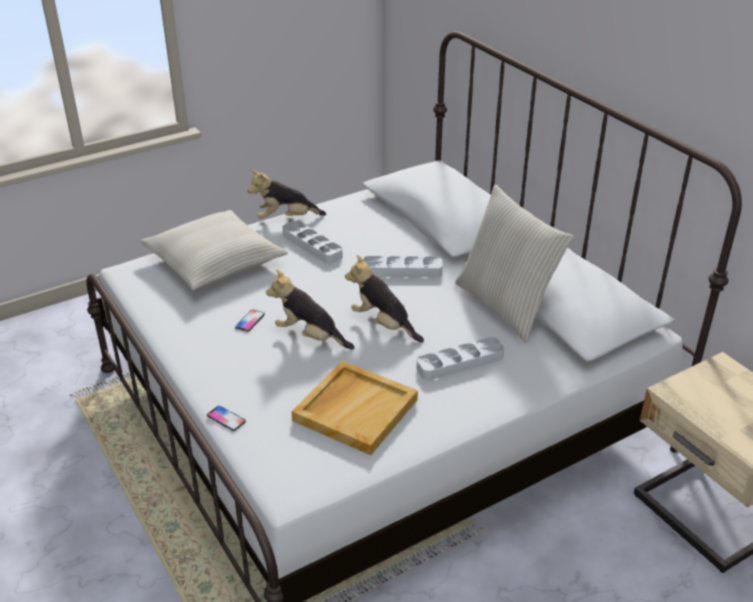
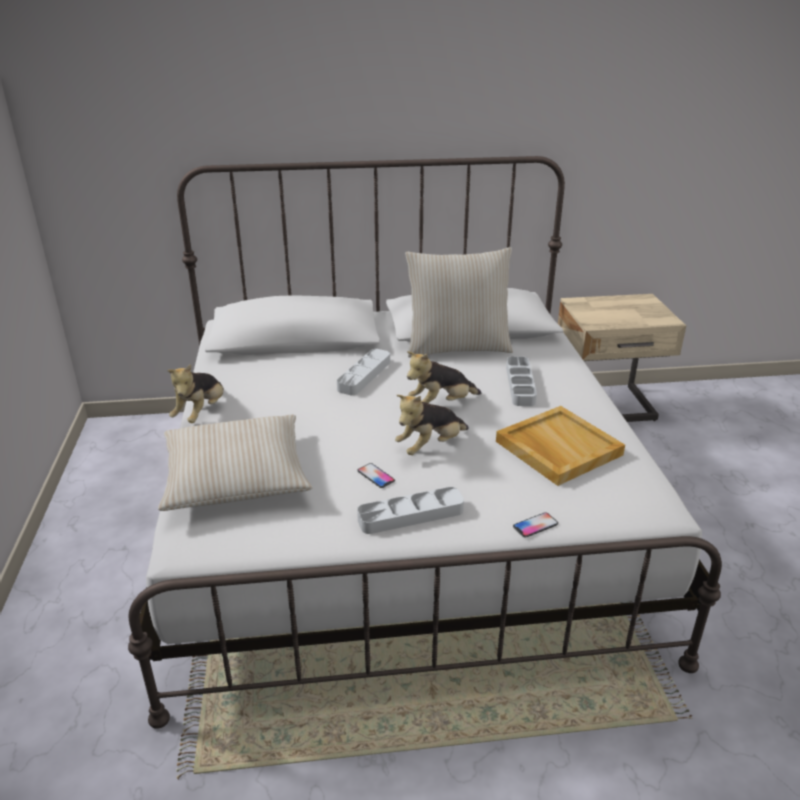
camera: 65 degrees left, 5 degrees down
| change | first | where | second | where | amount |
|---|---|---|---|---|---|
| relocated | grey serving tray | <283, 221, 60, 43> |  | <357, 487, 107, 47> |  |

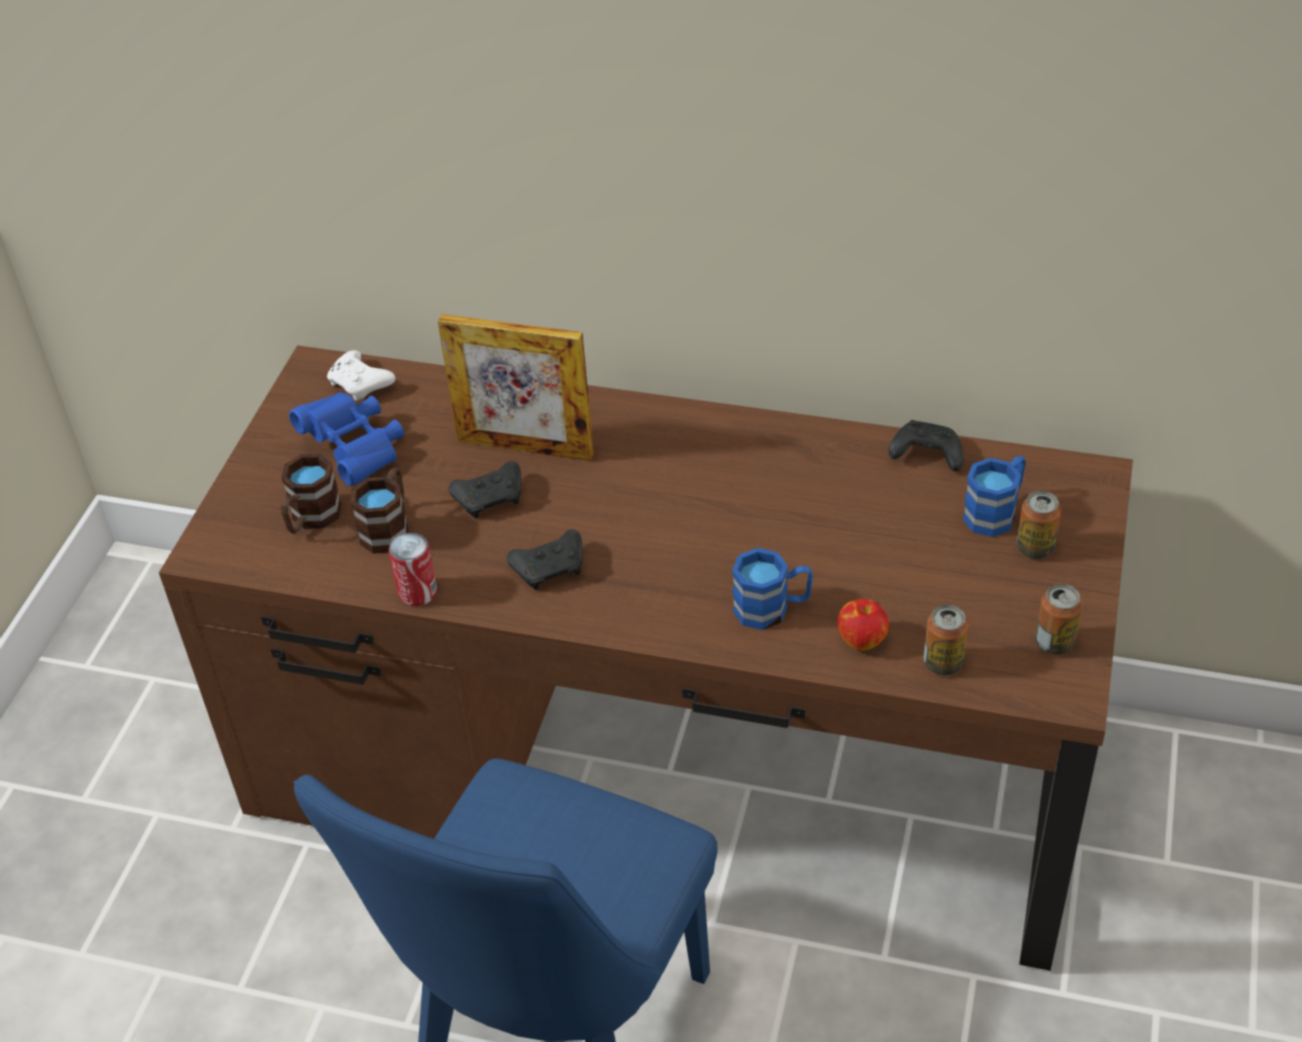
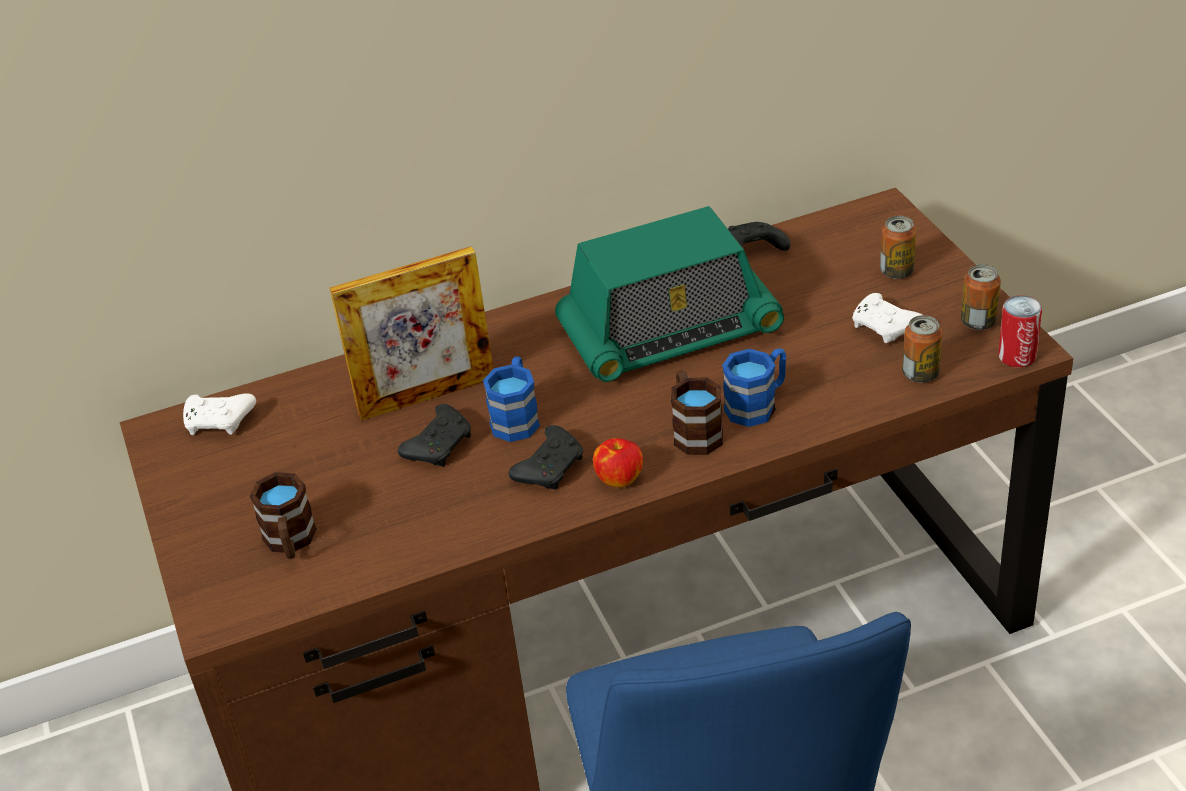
camera: 35 degrees left, 5 degrees down
| change | first | where | second | where | amount |
|---|---|---|---|---|---|
| missing | blue-coloured field glasses | <289, 392, 115, 94> |  |  |  |
| relocated | blue-coloured mug | <963, 456, 63, 81> |  | <483, 356, 57, 86> |  |
| relocated | brownish mug | <351, 467, 58, 87> |  | <671, 370, 52, 85> |  |
| relocated | metal can | <389, 533, 48, 73> |  | <998, 295, 44, 72> |  |
| relocated | whole apple | <837, 599, 52, 52> |  | <593, 438, 50, 49> |  |
| appeared |  |  | radio receiver | <555, 206, 229, 176> |  |
| appeared |  |  | whitish gamepad | <852, 293, 70, 50> |  |

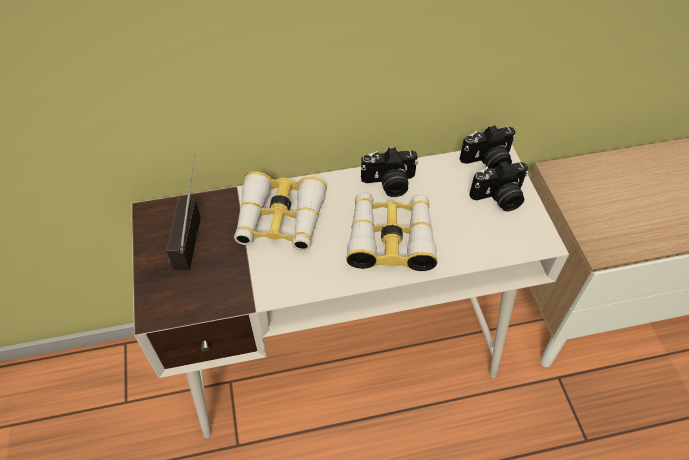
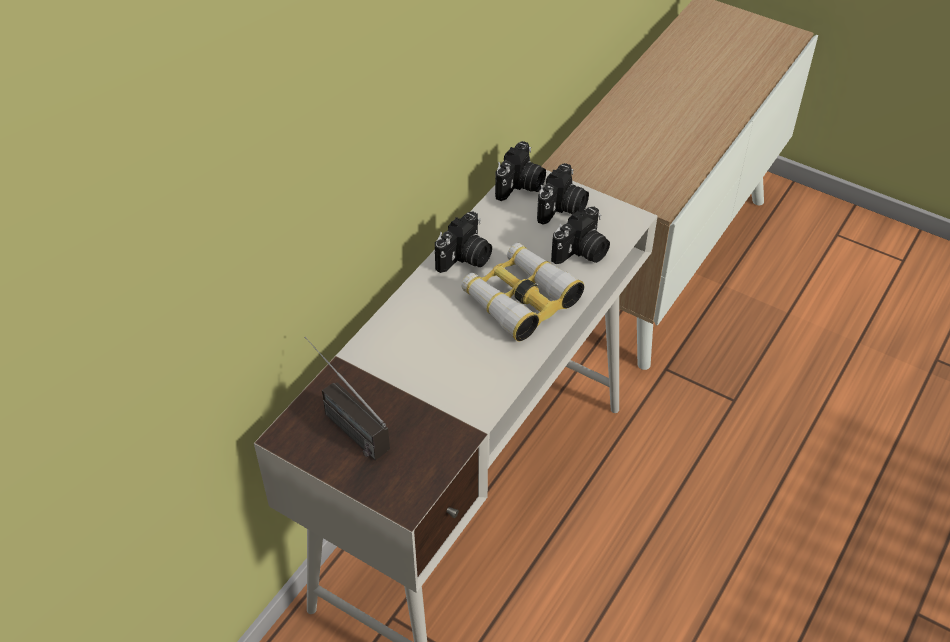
camera: 45 degrees left, 5 degrees down
| change | first | where | second | where | amount |
|---|---|---|---|---|---|
| missing | field glasses | <234, 172, 93, 79> |  |  |  |
| appeared |  |  | still camera | <551, 207, 59, 57> |  |

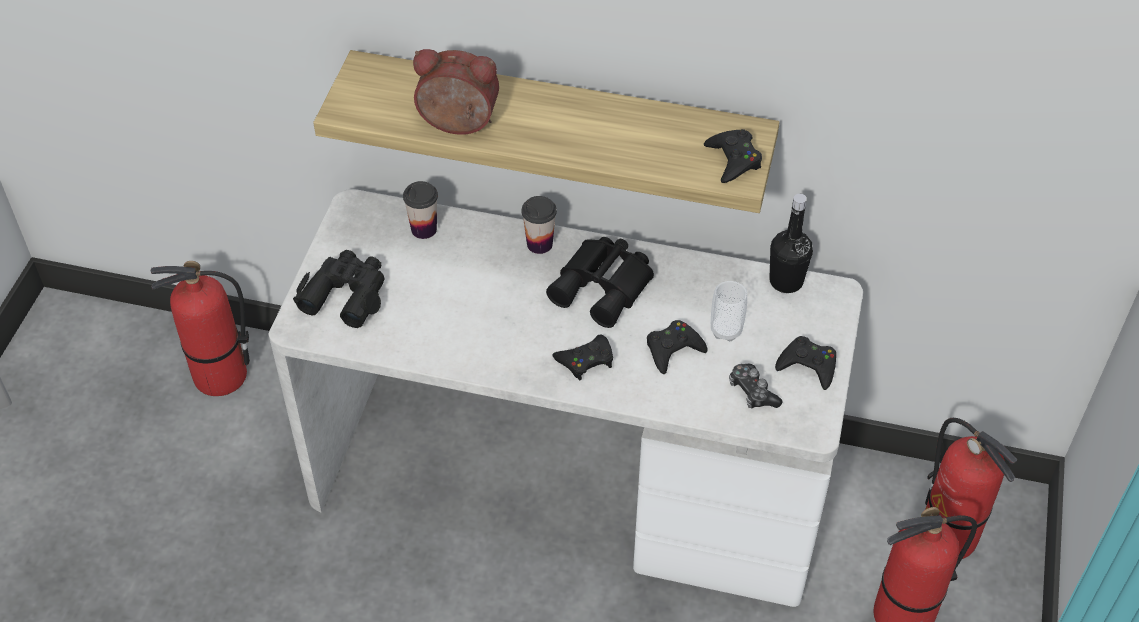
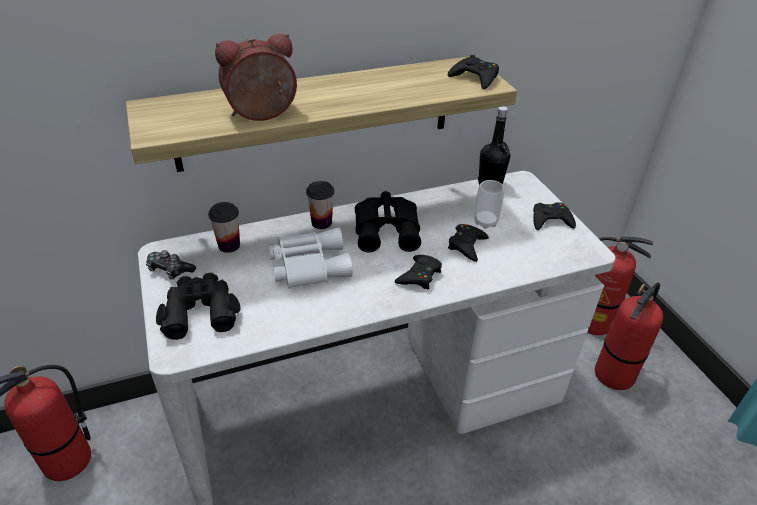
camera: 35 degrees left, 10 degrees down
| change | first | where | second | where | amount |
|---|---|---|---|---|---|
| relocated | gamepad | <729, 364, 54, 44> |  | <146, 250, 50, 30> |  |
| appeared |  |  | whitish field glasses | <269, 227, 84, 62> |  |

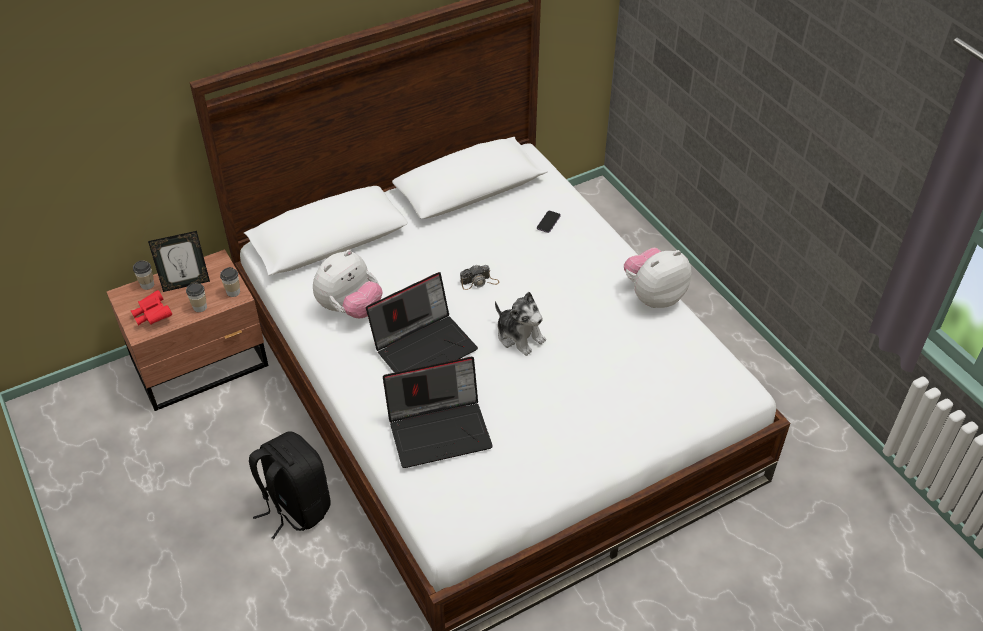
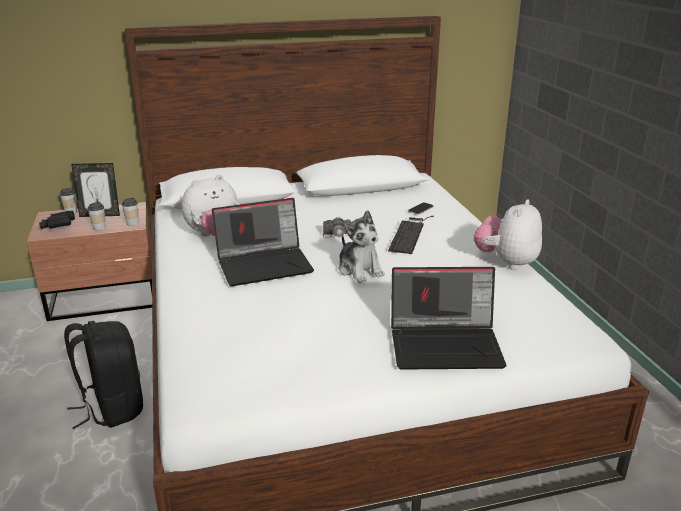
camera: 15 degrees right, 20 degrees down
| change | first | where | second | where | amount |
|---|---|---|---|---|---|
| spun | cuddly toy | <624, 248, 67, 60> |  | <474, 199, 68, 71> | 45 degrees counterclockwise |
| colour | red field glasses | <131, 290, 41, 36> | black-coloured field glasses | <39, 211, 36, 18> |  |
| relocated | notebook computer | <383, 357, 110, 111> |  | <391, 267, 116, 103> |  |
| appeared |  |  | keyboard | <388, 216, 46, 38> |  |

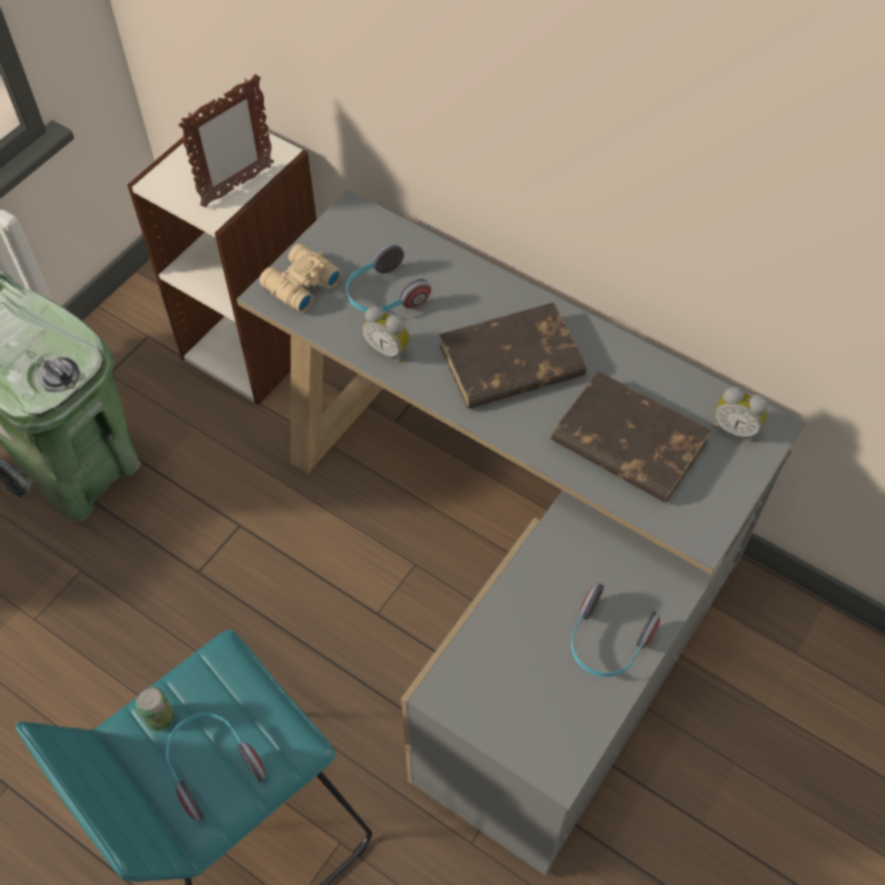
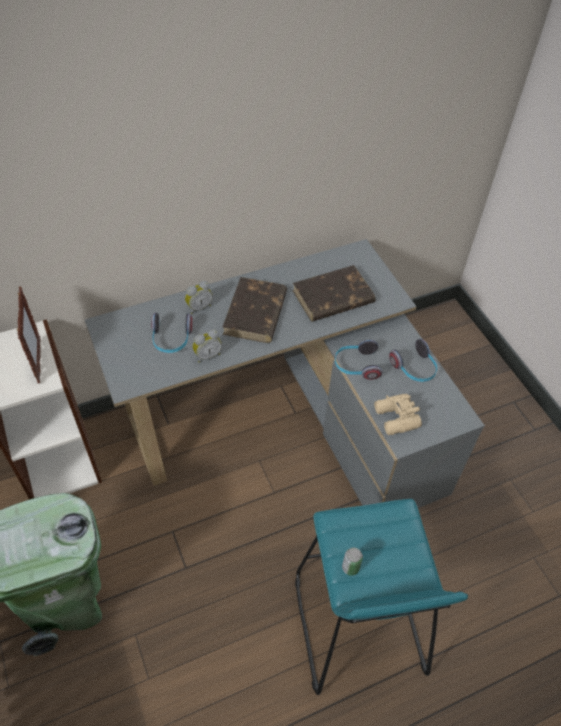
camera: 60 degrees left, 5 degrees down
| change | first | where | second | where | amount |
|---|---|---|---|---|---|
| relocated | sand-coloured field glasses | <259, 244, 83, 69> |  | <374, 394, 48, 41> |  |
| relocated | alarm clock | <713, 387, 55, 55> |  | <185, 281, 28, 33> |  |
| relocated | pair of headphones | <166, 713, 99, 109> |  | <335, 340, 47, 40> |  |

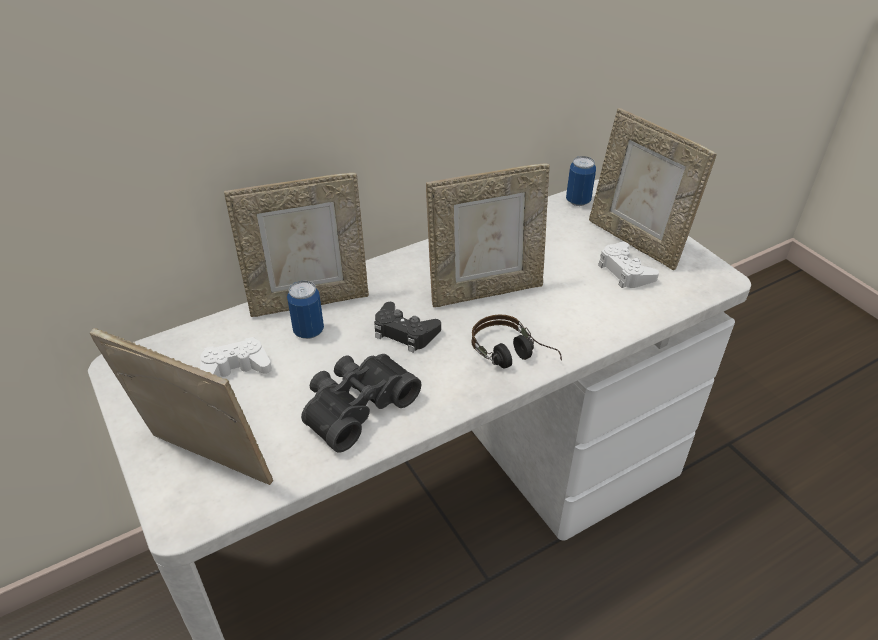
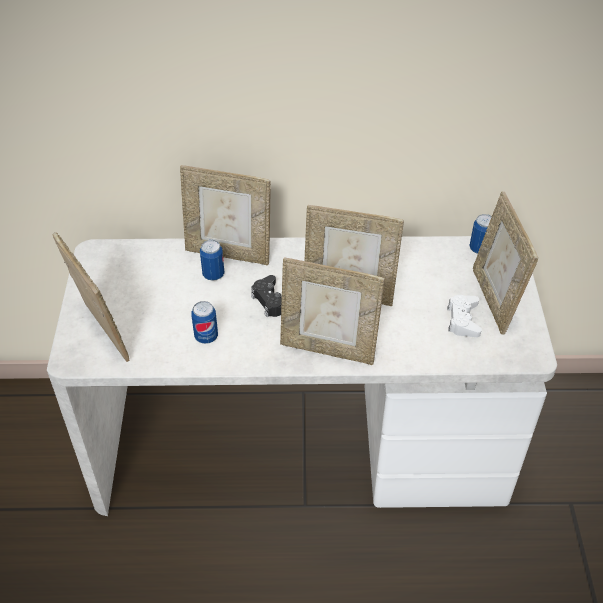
camera: 30 degrees right, 5 degrees up
| change | first | where | second | where | amount |
|---|---|---|---|---|---|
| exchanged | pair of headphones | <471, 314, 91, 54> | standing frame | <280, 257, 105, 108> |  |
| missing | whitish gamepad | <200, 337, 72, 40> |  |  |  |
| exchanged | black-coloured field glasses | <301, 354, 120, 99> | metal can | <191, 301, 27, 43> |  |

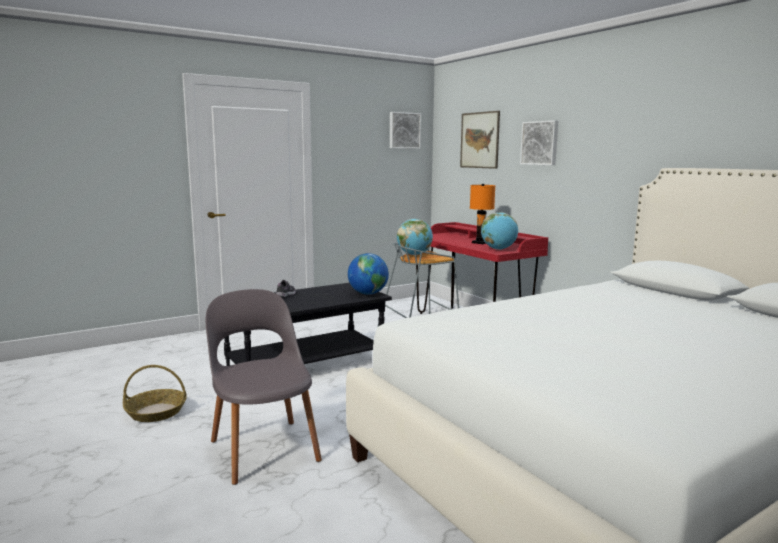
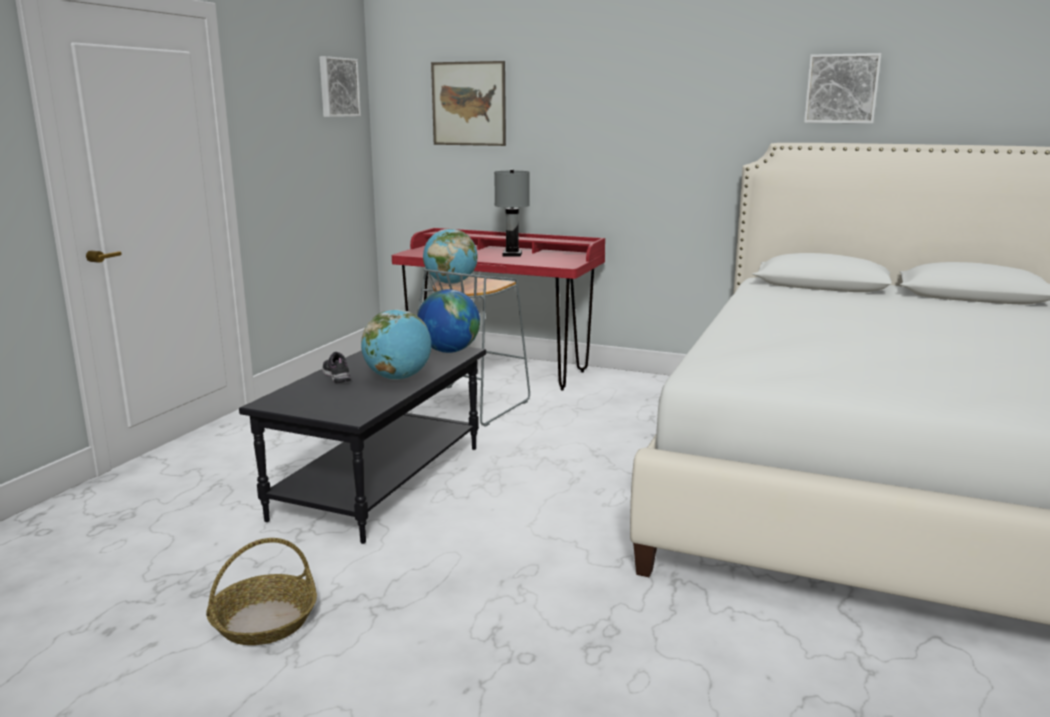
camera: 35 degrees left, 5 degrees up
| change | first | where | second | where | amount |
|---|---|---|---|---|---|
| relocated | wall art | <520, 120, 38, 45> |  | <804, 53, 77, 70> |  |
| colour | orangey table lamp | <470, 184, 25, 60> | grey table lamp | <494, 170, 36, 87> |  |
| relocated | desk globe | <481, 212, 37, 38> |  | <361, 309, 70, 71> |  |
| missing | grey upright chair | <206, 289, 116, 196> |  |  |  |

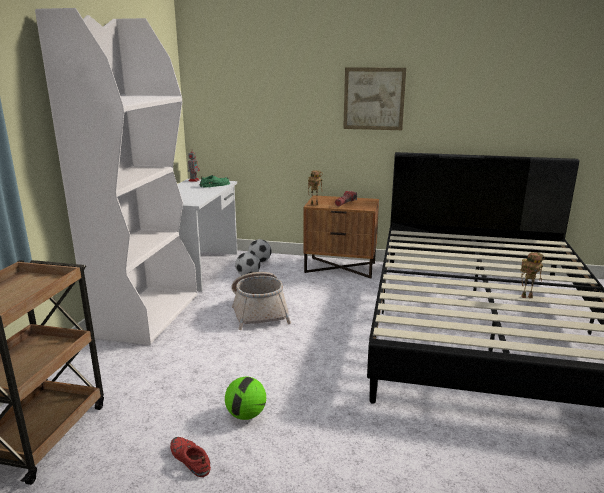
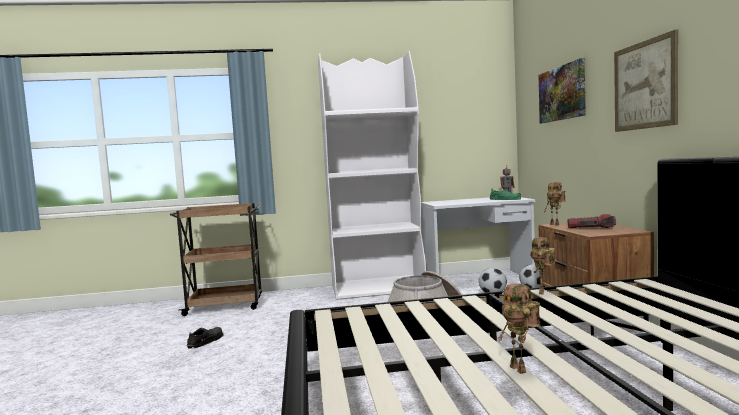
camera: 70 degrees right, 15 degrees down
| change | first | where | second | where | amount |
|---|---|---|---|---|---|
| missing | football ball | <225, 377, 41, 43> |  |  |  |
| colour | red item of footwear | <170, 437, 41, 40> | black-coloured item of footwear | <187, 327, 36, 22> |  |
| appeared |  |  | wall art | <538, 58, 48, 65> |  |
| appeared |  |  | robot figure | <530, 237, 25, 57> |  |

